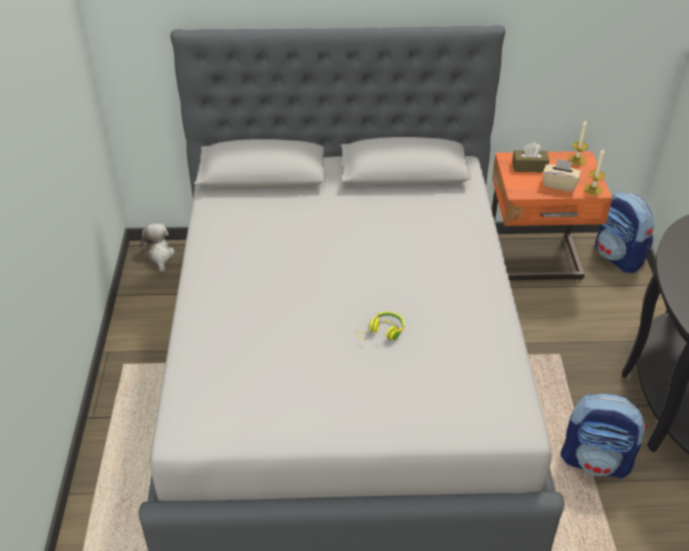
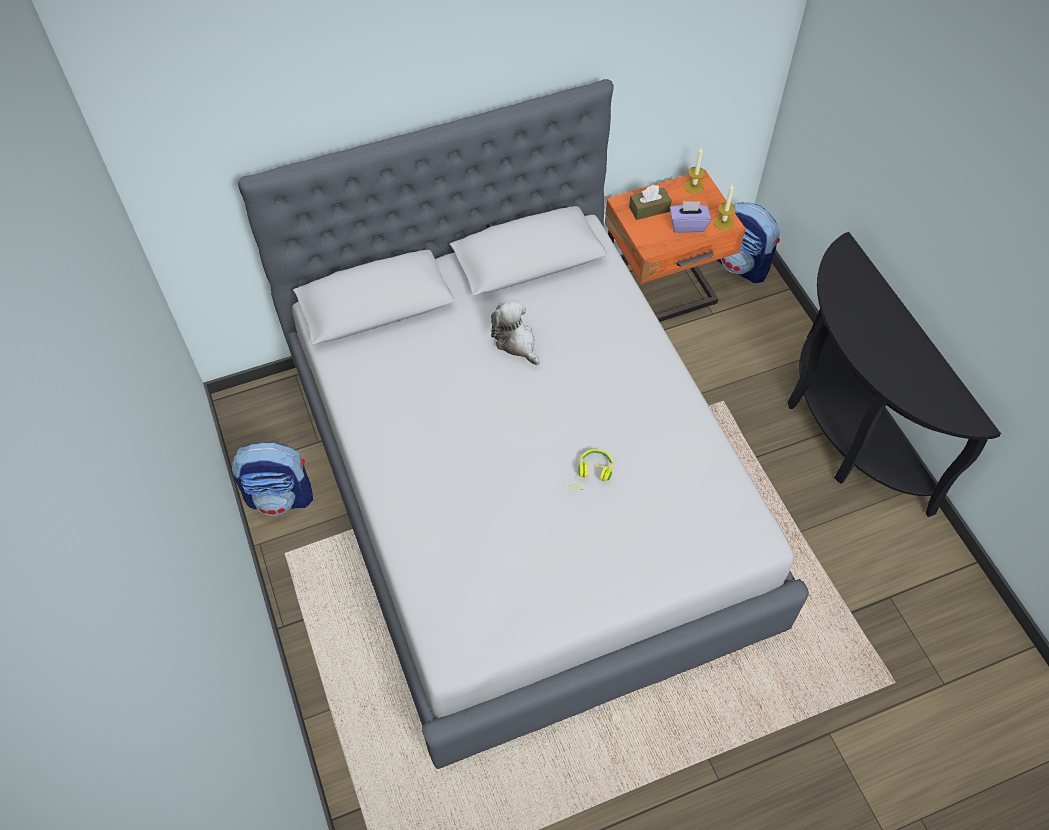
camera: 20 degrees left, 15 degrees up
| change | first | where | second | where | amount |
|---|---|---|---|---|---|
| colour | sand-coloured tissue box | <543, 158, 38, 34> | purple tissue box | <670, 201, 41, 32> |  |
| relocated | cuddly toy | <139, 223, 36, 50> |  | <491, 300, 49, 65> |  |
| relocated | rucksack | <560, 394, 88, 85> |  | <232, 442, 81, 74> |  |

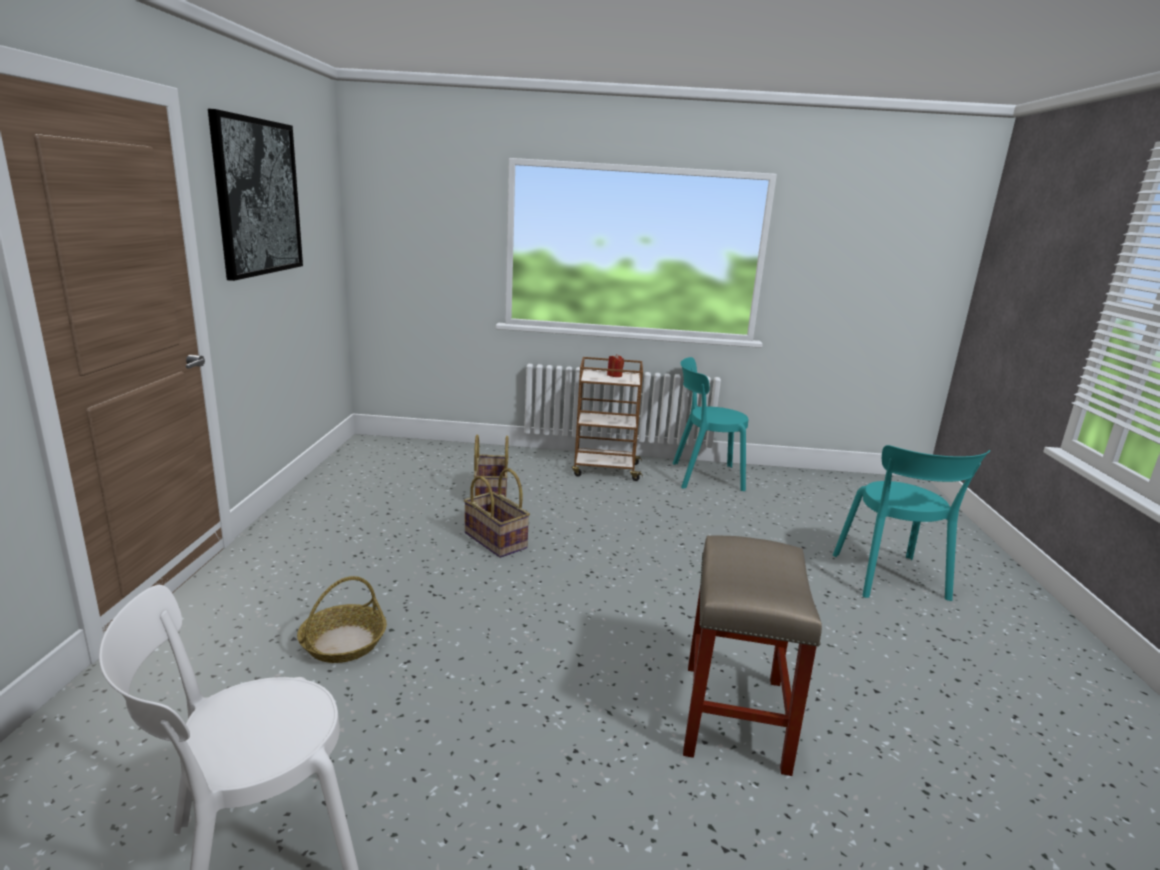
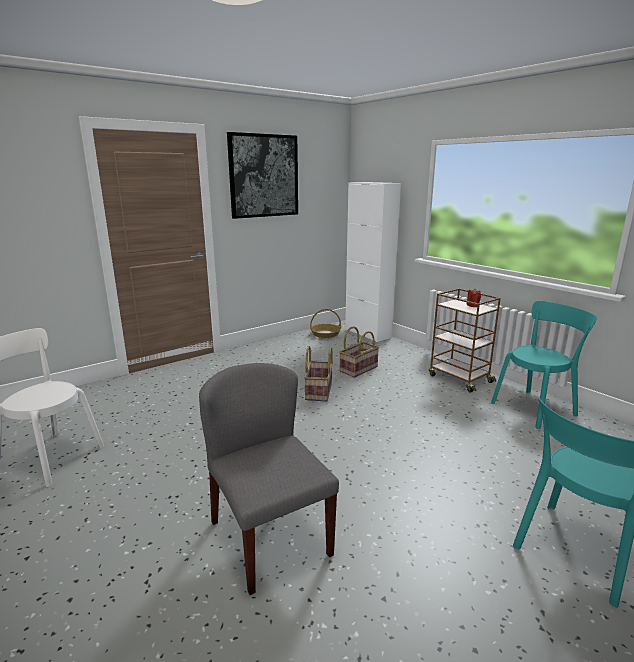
camera: 50 degrees right, 0 degrees up
| change | first | where | second | where | amount |
|---|---|---|---|---|---|
| spun | turquoise upright chair | <672, 357, 76, 134> |  | <491, 301, 107, 128> | 105 degrees clockwise |
| exchanged | sand-coloured stool | <683, 535, 139, 241> | grey upright chair | <199, 363, 140, 232> |  |
| relocated | household basket | <297, 576, 90, 87> |  | <310, 309, 31, 29> |  |
| appeared |  |  | whitish cabinet | <345, 182, 56, 160> |  |

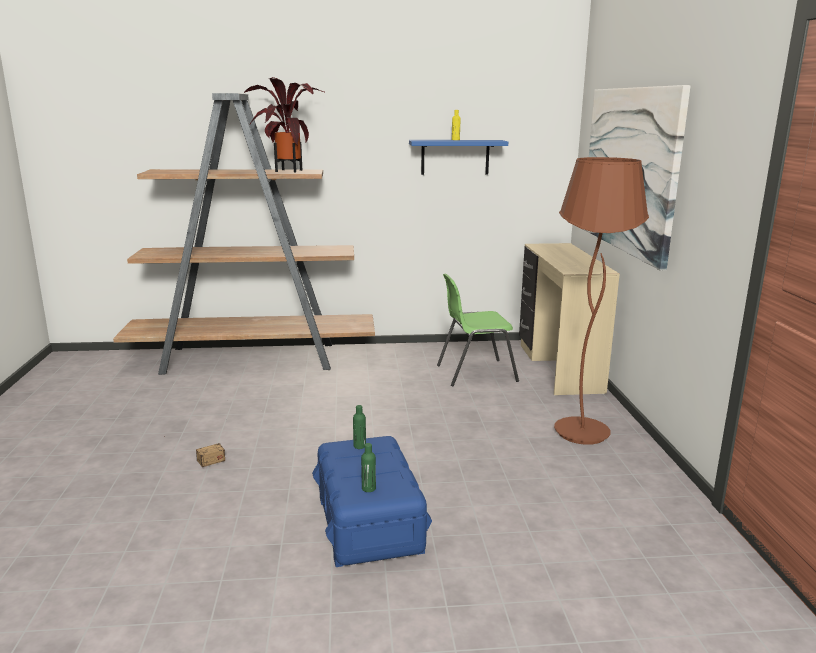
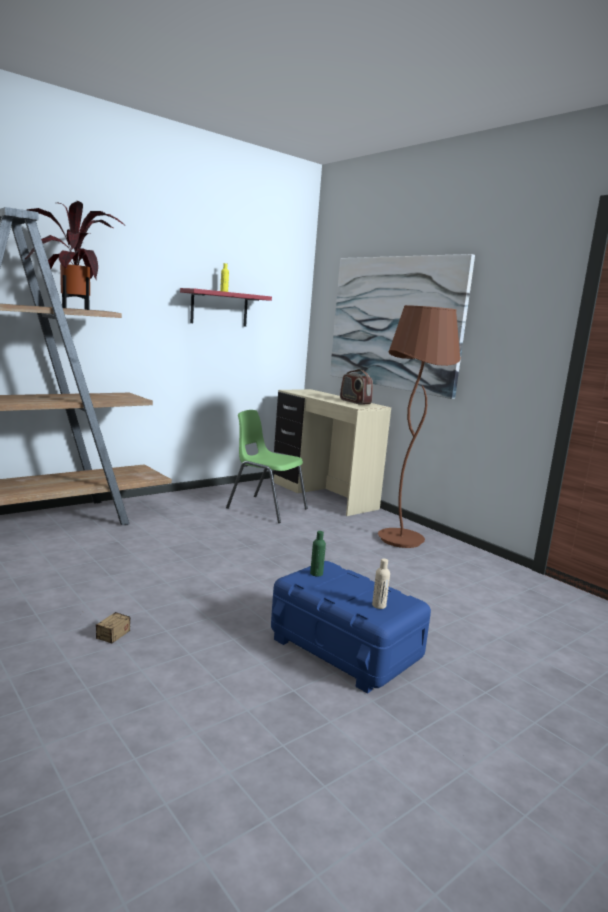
camera: 35 degrees left, 5 degrees down
| change | first | where | second | where | amount |
|---|---|---|---|---|---|
| colour | blue-coloured wall shelf | <409, 140, 99, 35> | red wall shelf | <180, 288, 92, 39> |  |
| spun | greenish upright chair | <437, 273, 82, 113> |  | <226, 410, 82, 113> | 75 degrees clockwise |
| colour | greenish beverage bottle | <361, 443, 15, 49> | sand-coloured beverage bottle | <372, 559, 18, 50> |  |
| appeared |  |  | radio receiver | <340, 369, 33, 35> |  |

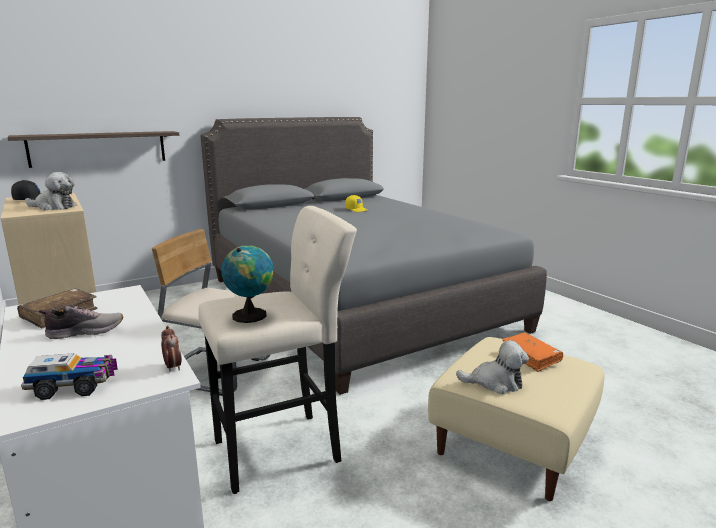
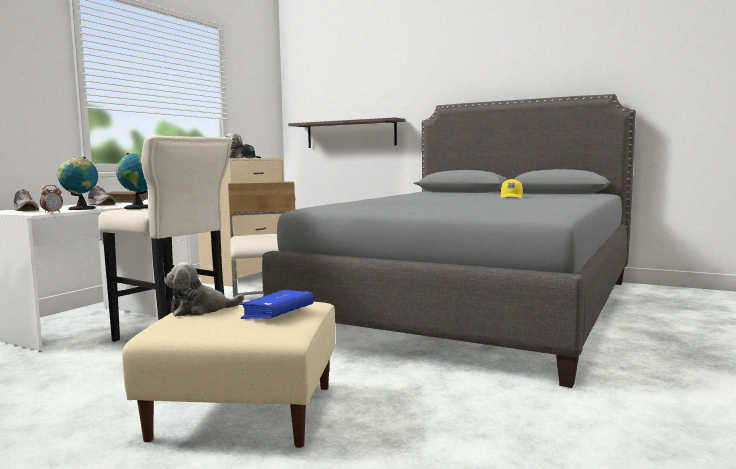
camera: 60 degrees right, 10 degrees down
| change | first | where | second | where | amount |
|---|---|---|---|---|---|
| colour | orangey volume | <502, 333, 61, 39> | blue-coloured volume | <239, 290, 75, 29> |  |
| spun | cuddly toy | <456, 340, 73, 54> |  | <164, 262, 80, 55> | 90 degrees clockwise |
| exchanged | model truck | <21, 353, 97, 47> | item of footwear | <14, 189, 25, 22> |  |
| appeared |  |  | desk globe | <58, 157, 40, 53> |  |

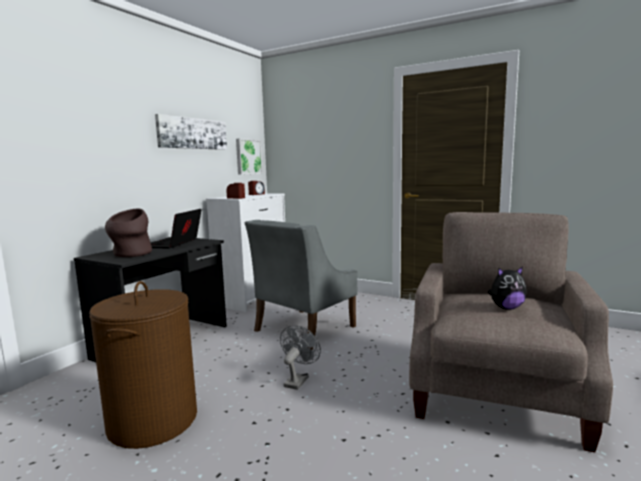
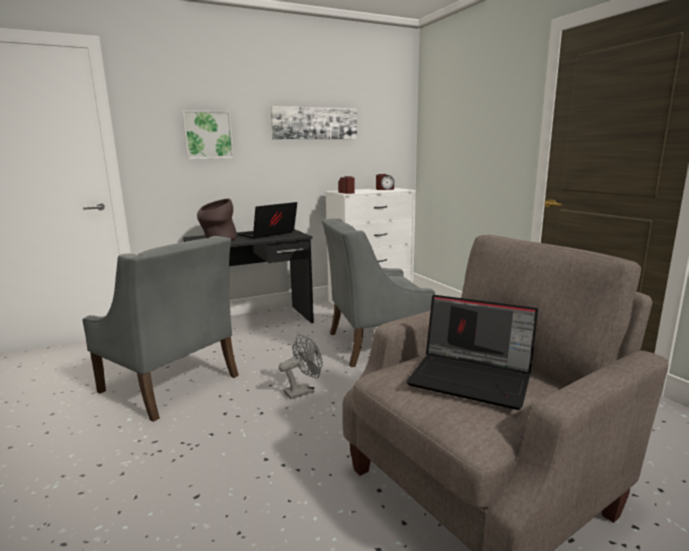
camera: 35 degrees right, 5 degrees up
| change | first | where | second | where | amount |
|---|---|---|---|---|---|
| relocated | wall art | <236, 138, 27, 37> |  | <182, 110, 52, 49> |  |
| exchanged | cuddly toy | <488, 266, 39, 44> | notebook computer | <406, 295, 132, 115> |  |
| exchanged | brownish laundry basket | <89, 281, 108, 168> | grey armchair | <82, 236, 157, 186> |  |

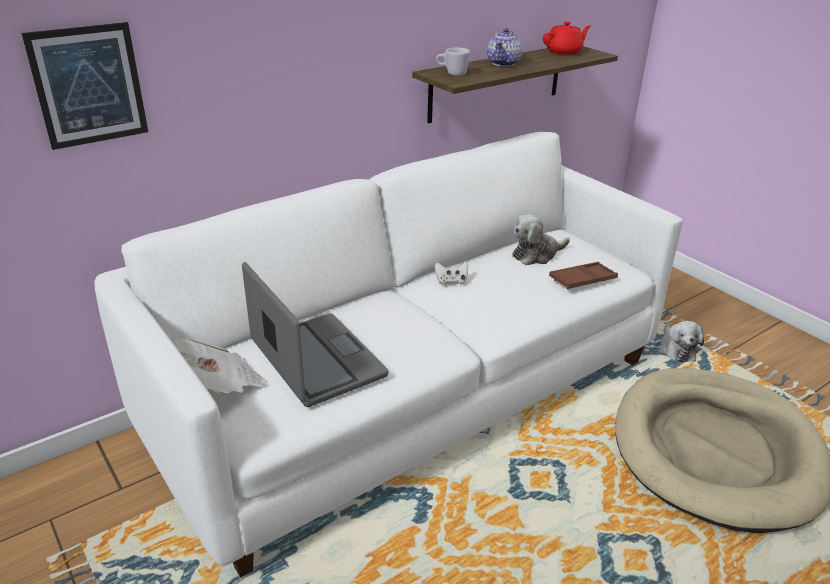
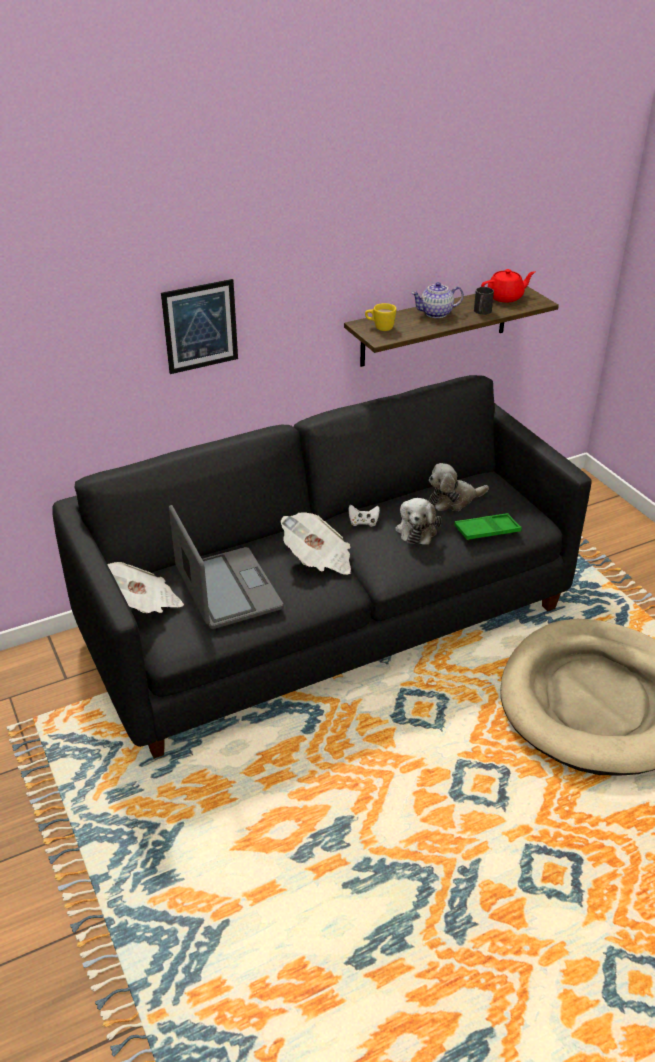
camera: 10 degrees right, 5 degrees up
| change | first | where | second | where | amount |
|---|---|---|---|---|---|
| relocated | wall art | <21, 22, 127, 128> |  | <161, 279, 77, 95> |  |
| spun | tea pot | <487, 28, 35, 39> |  | <411, 282, 53, 36> | 45 degrees clockwise |
| colour | whitish mug | <436, 48, 34, 28> | yellowish mug | <365, 303, 32, 28> |  |
| colour | whitish sofa | <95, 132, 588, 446> | black-coloured sofa | <52, 375, 540, 384> |  |
| colour | brownish serving tray | <549, 262, 69, 27> | greenish serving tray | <454, 513, 68, 27> |  |
| relocated | cuddly toy | <658, 321, 46, 41> |  | <395, 498, 46, 47> |  |
| appeared |  |  | black-coloured mug | <474, 287, 20, 28> |  |
| appeared |  |  | daily paper | <281, 512, 70, 63> |  |

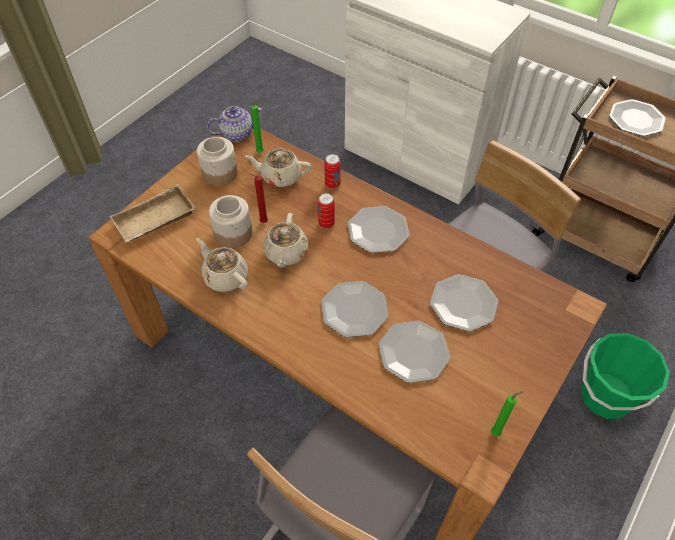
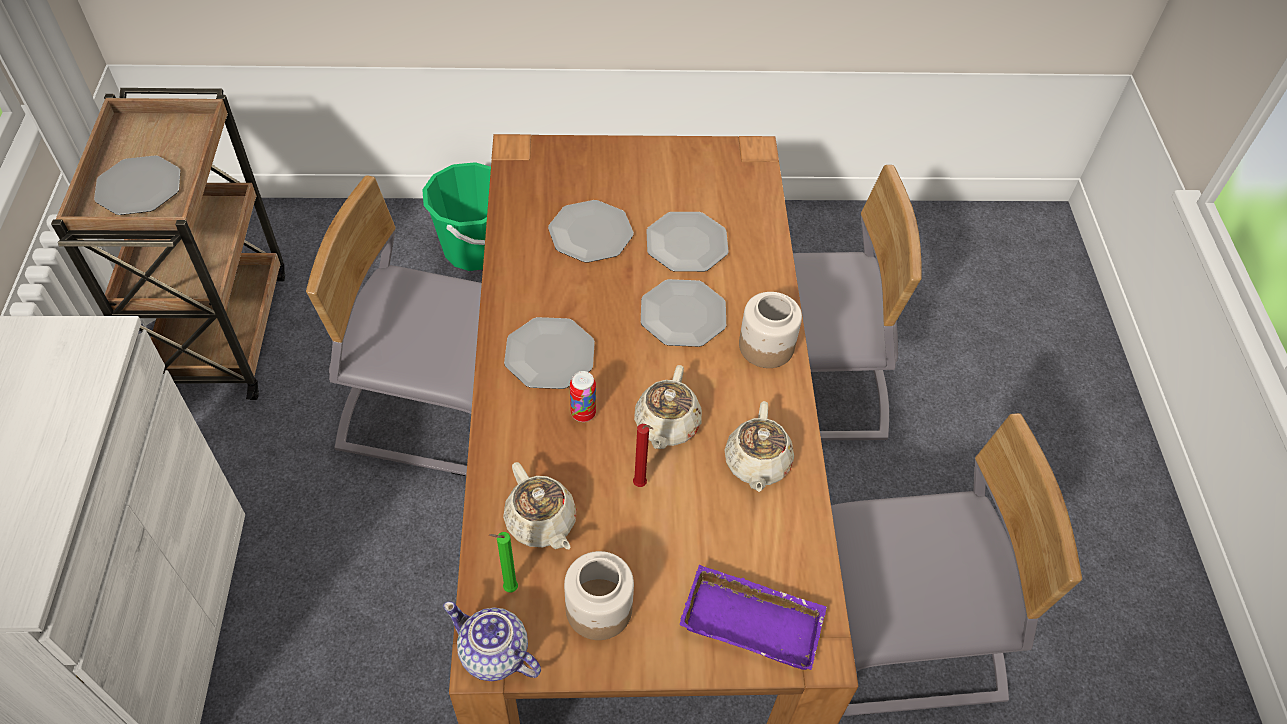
camera: 130 degrees left, 0 degrees up
| change | first | where | second | where | amount |
|---|---|---|---|---|---|
| missing | metal can | <324, 154, 16, 35> |  |  |  |
| colour | sand-coloured serving tray | <109, 184, 87, 59> | purple serving tray | <679, 565, 148, 105> |  |
| relocated | preserve jar | <209, 195, 43, 53> |  | <739, 292, 63, 76> |  |
| spun | sand-coloured tea pot | <264, 213, 44, 55> |  | <634, 365, 68, 84> | 135 degrees clockwise |
| missing | greenish wax candle | <491, 391, 32, 46> |  |  |  |
| appeared |  |  | grey upright chair | <831, 413, 251, 303> |  |

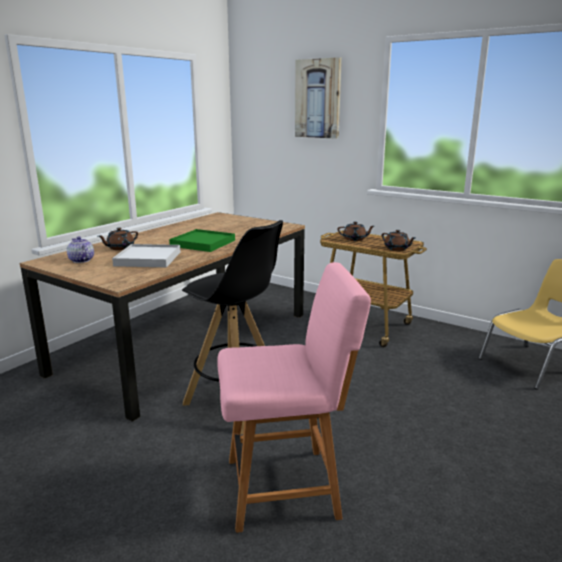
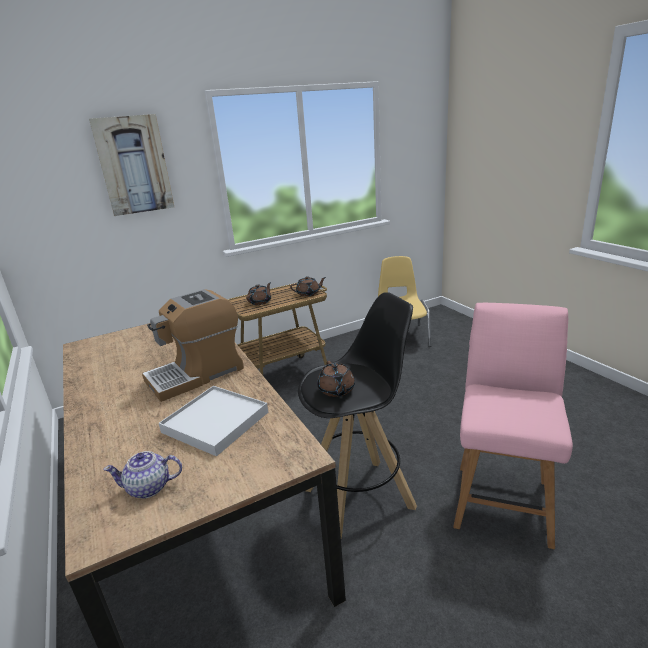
camera: 60 degrees left, 5 degrees up
| change | first | where | second | where | amount |
|---|---|---|---|---|---|
| relocated | brownish tea pot | <98, 228, 40, 22> |  | <317, 361, 38, 36> |  |
| exchanged | greenish serving tray | <169, 229, 66, 23> | coffee machine | <142, 289, 102, 113> |  |

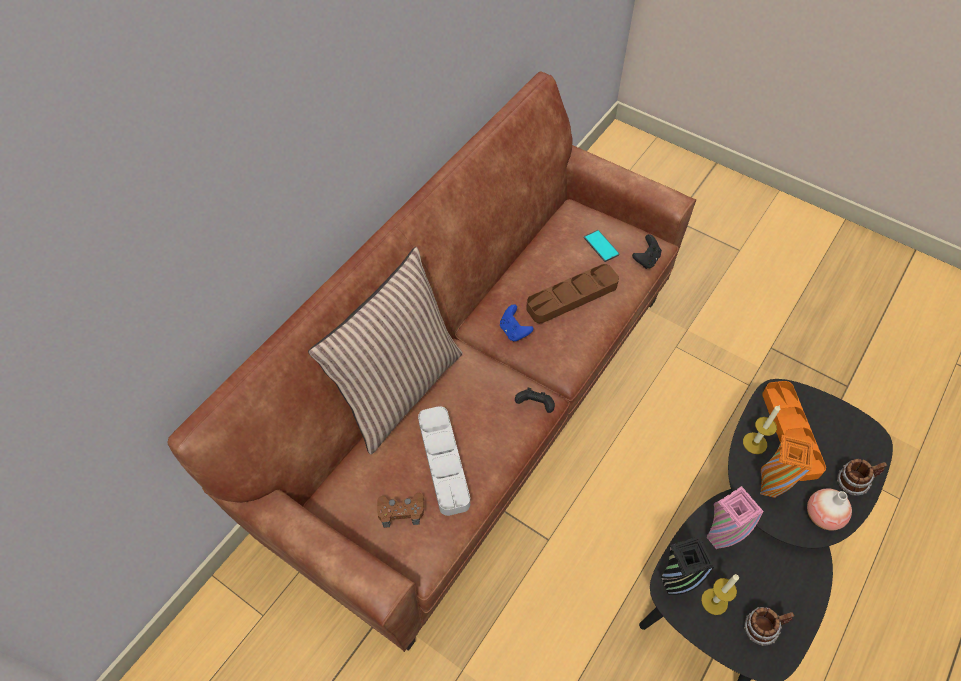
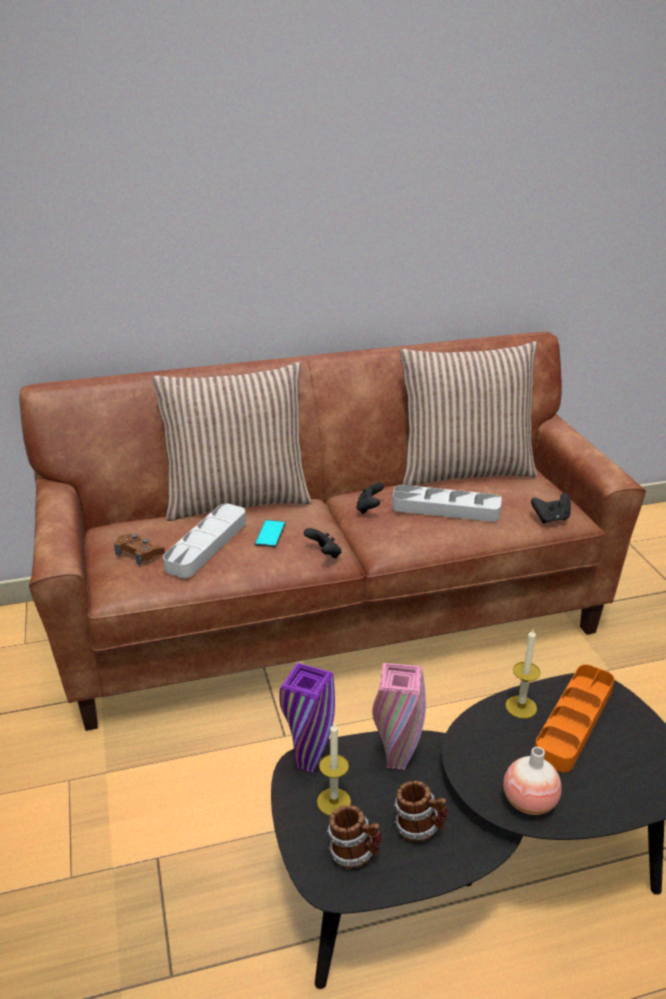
camera: 40 degrees right, 25 degrees down
| change | first | where | second | where | amount |
|---|---|---|---|---|---|
| relocated | phone | <584, 230, 36, 32> |  | <255, 520, 31, 28> |  |
| colour | brownish serving tray | <526, 264, 93, 59> | grey serving tray | <392, 485, 110, 37> |  |
| colour | blue-coloured gamepad | <500, 304, 34, 38> | black-coloured gamepad | <356, 482, 28, 32> |  |
| missing | orangey vase | <761, 435, 53, 63> |  |  |  |
| relocated | mug | <837, 459, 50, 37> |  | <394, 781, 54, 61> |  |
| colour | black-coloured vase | <661, 536, 53, 59> | purple vase | <279, 662, 56, 111> |  |
| appeared |  |  | throw pillow | <400, 341, 137, 145> |  |

